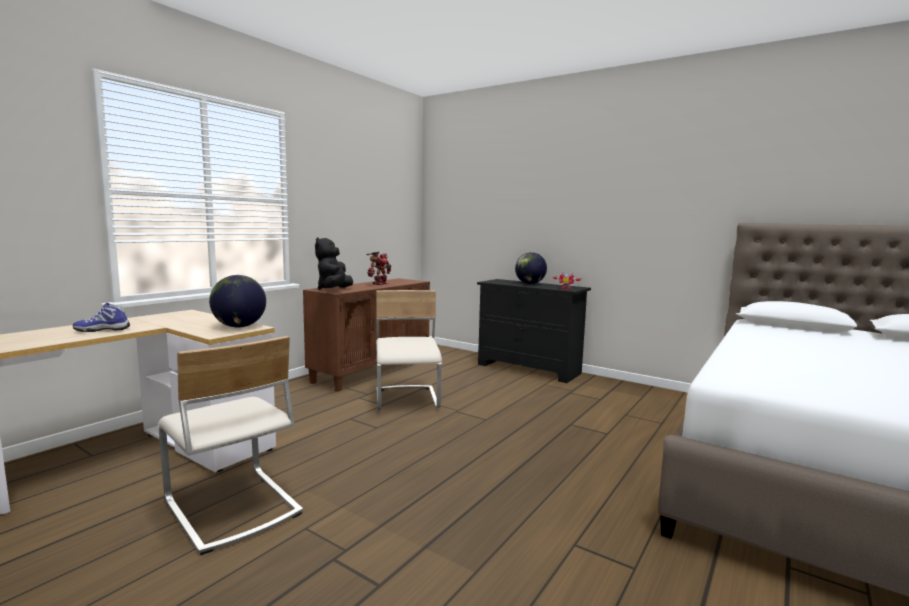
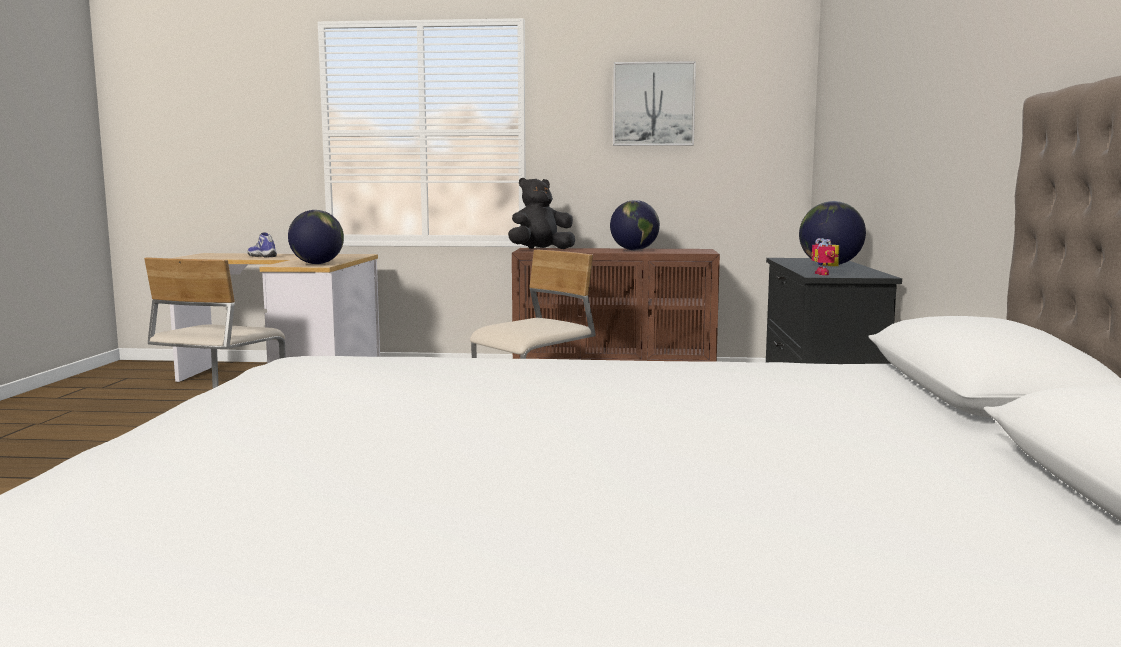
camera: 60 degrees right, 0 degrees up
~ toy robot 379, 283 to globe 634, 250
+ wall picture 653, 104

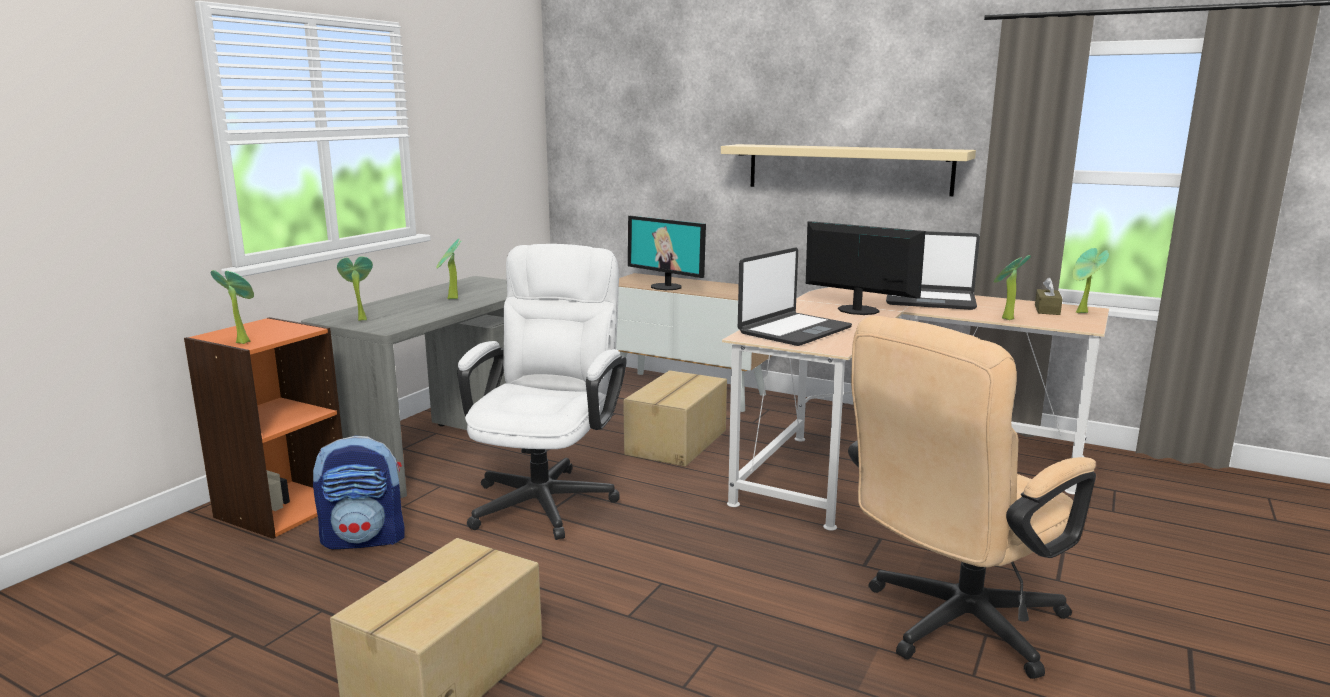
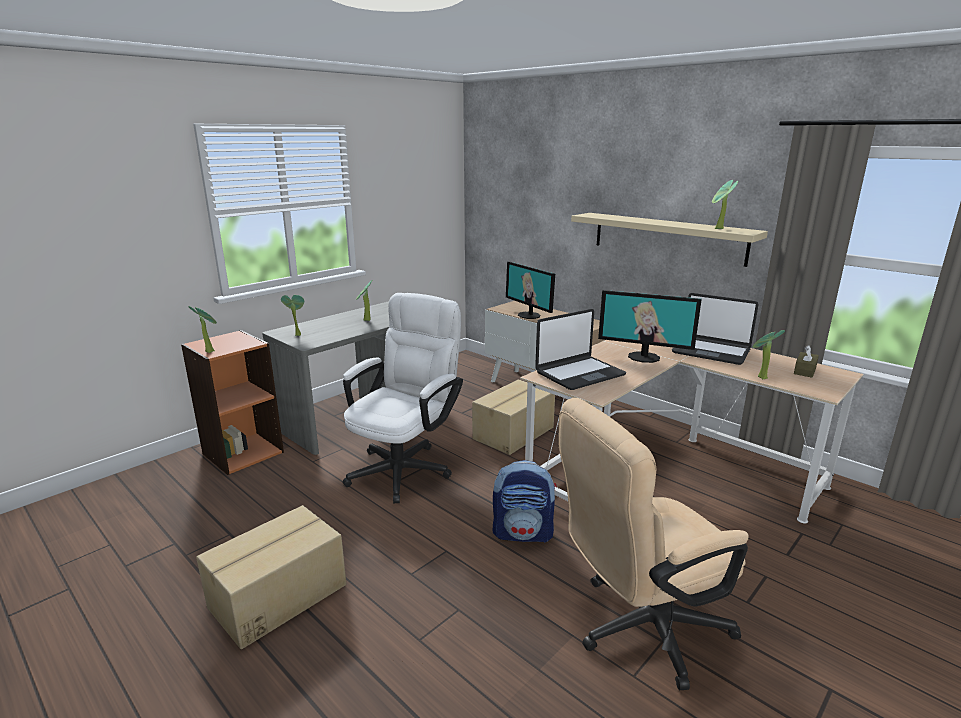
camera: 15 degrees right, 5 degrees up
~ computer screen 857, 310 = 644, 357 150 degrees clockwise
~ potted plant 1081, 313 to 718, 229
~ rucksack 365, 539 to 523, 533

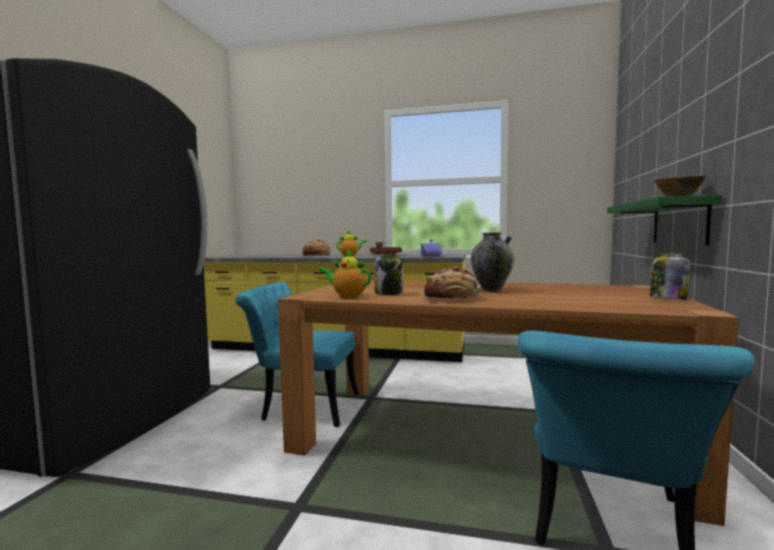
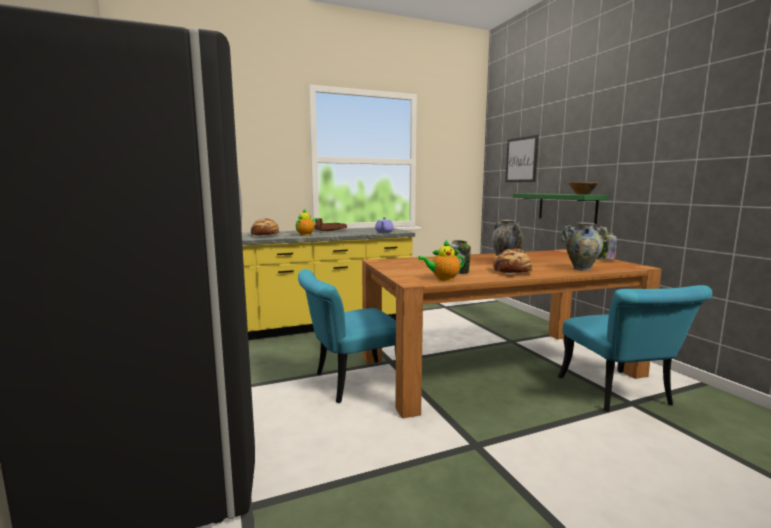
camera: 35 degrees left, 5 degrees up
+ wall picture 521, 160
+ flower vase 582, 269

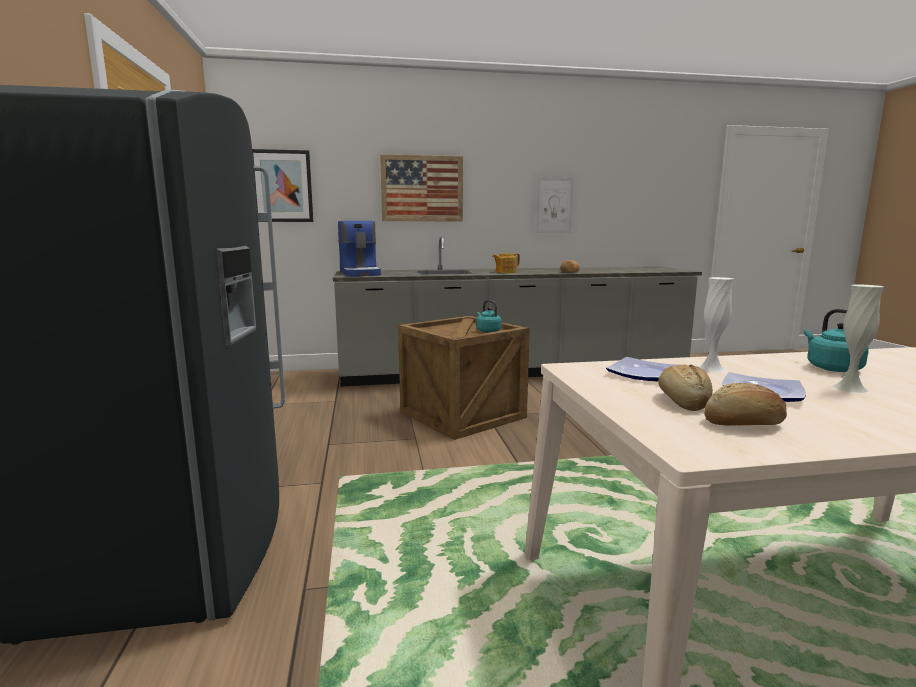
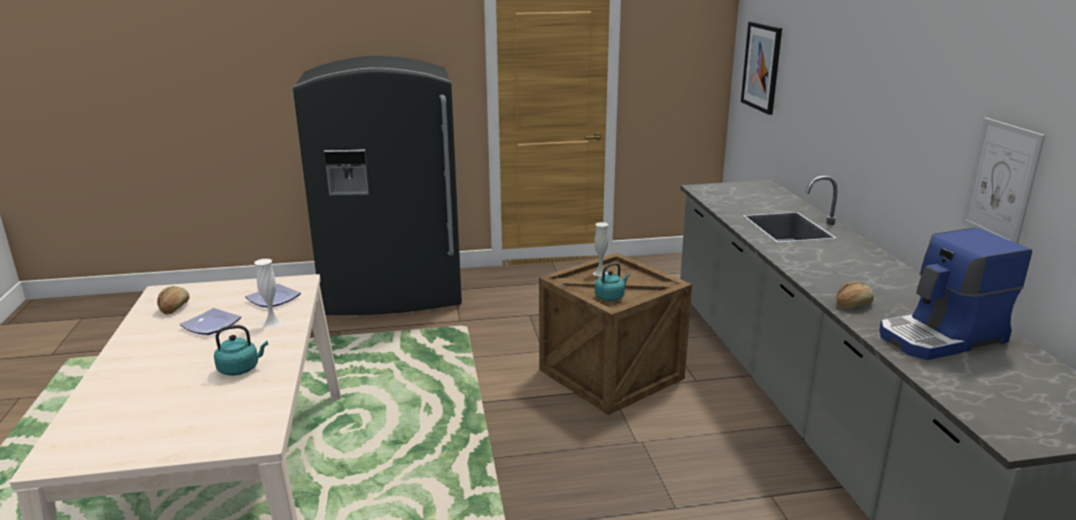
camera: 90 degrees right, 10 degrees up
- wall picture 422, 188
~ coffee maker 360, 273 to 942, 338
- teapot 505, 272
~ white flower vase 850, 388 to 600, 273
- bakery bread 683, 401

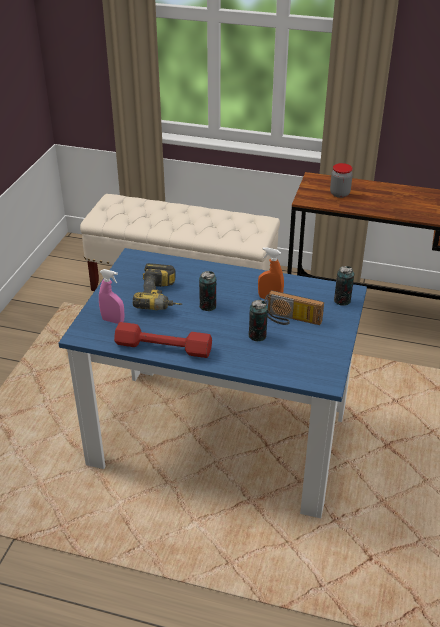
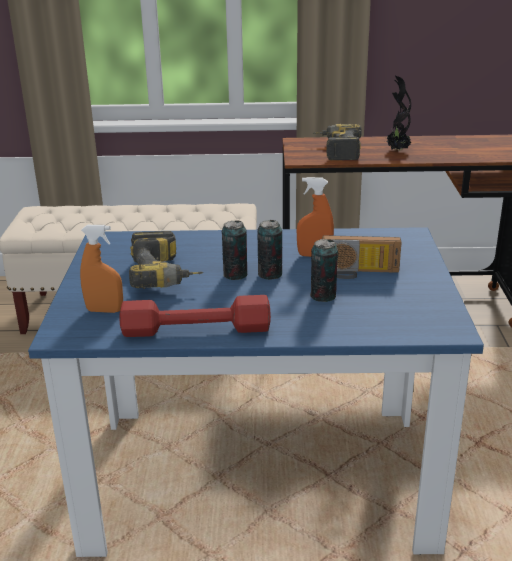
camera: 15 degrees left, 10 degrees down
~ storage jar 339, 194 to drill 336, 150
~ metal can 342, 301 to 270, 274
~ pink-coloured hand sprayer 113, 320 to orange hand sprayer 104, 310
+ potted plant 396, 151

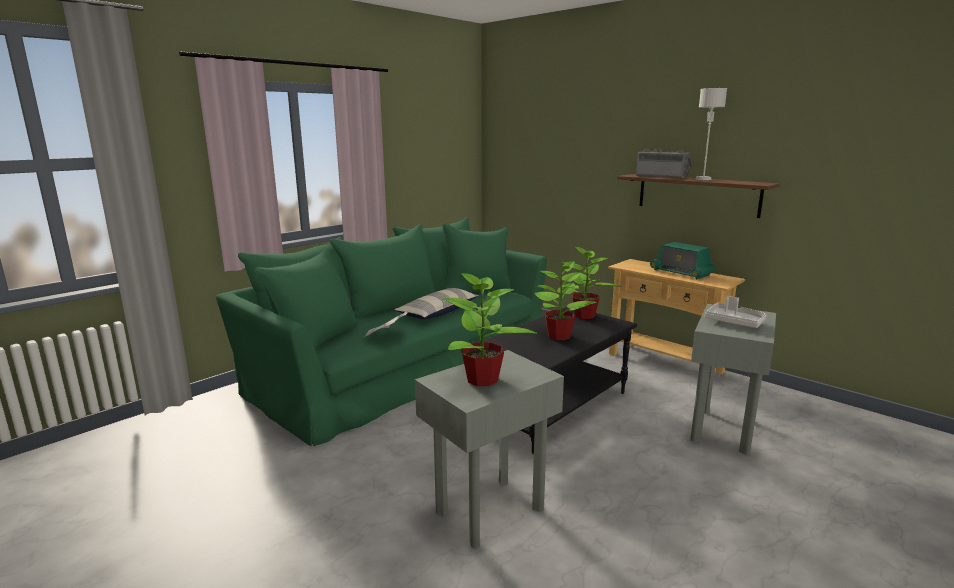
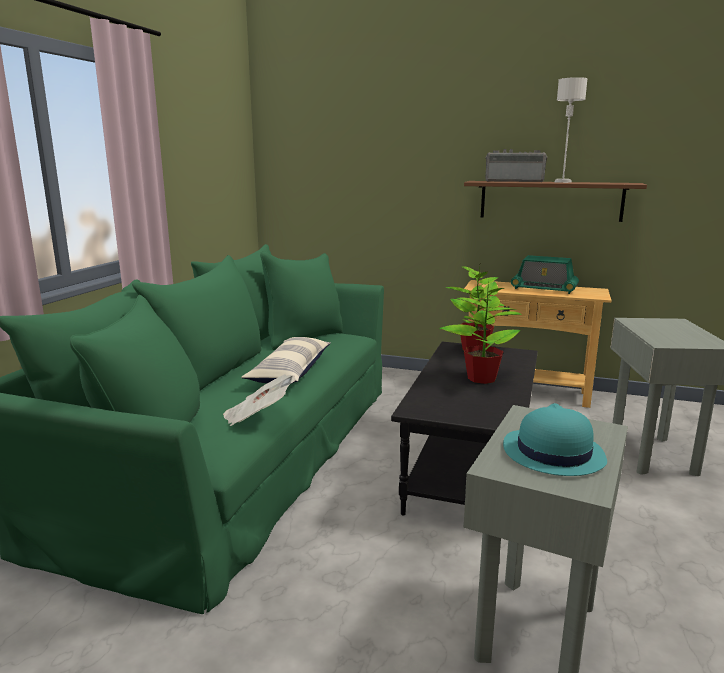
camera: 25 degrees left, 0 degrees up
~ potted plant 482, 380 to turquoise wearable hat 552, 453
- gray serving tray 734, 322

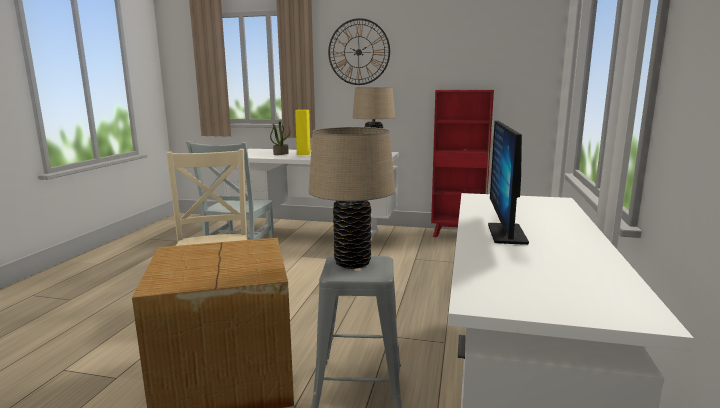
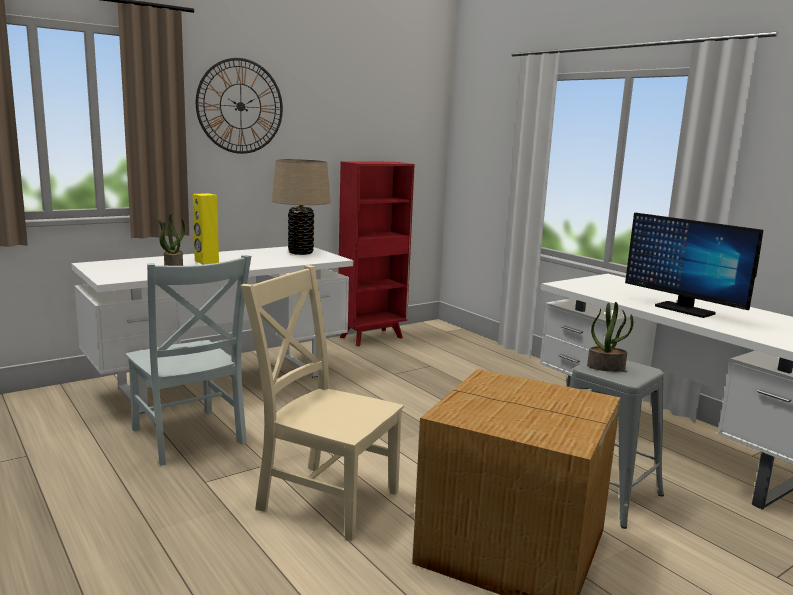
camera: 50 degrees left, 0 degrees up
~ sand-coloured lamp for a table 352, 262 to potted plant 606, 367

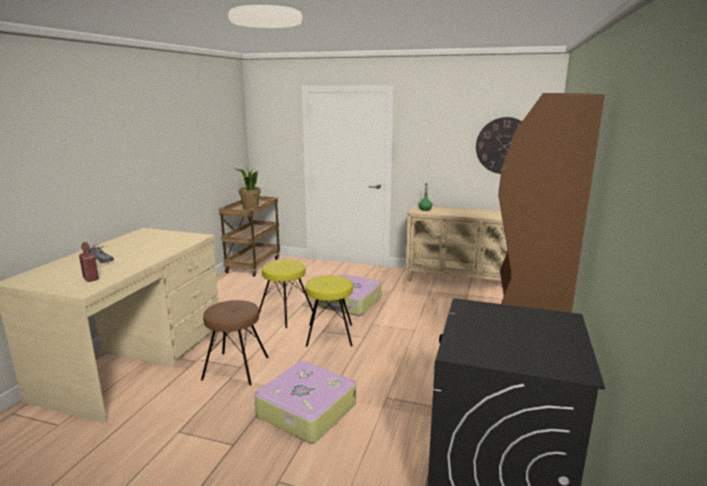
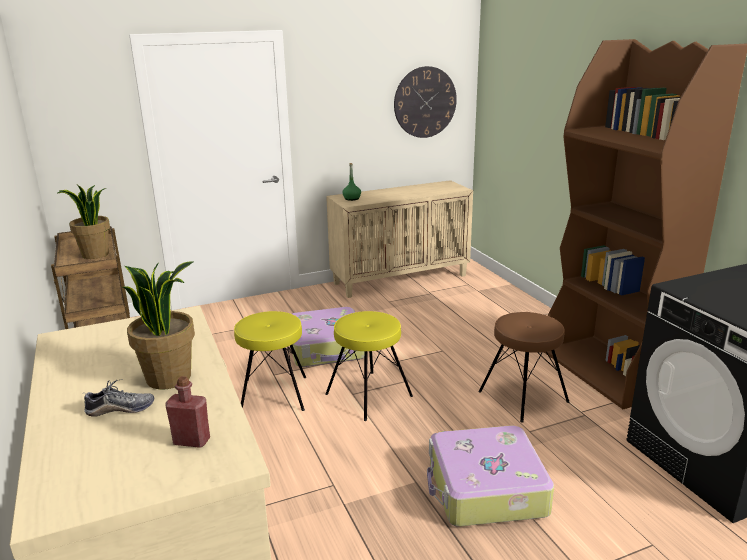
camera: 40 degrees left, 5 degrees up
~ brown-coloured stool 236, 368 to 524, 396
+ potted plant 169, 377

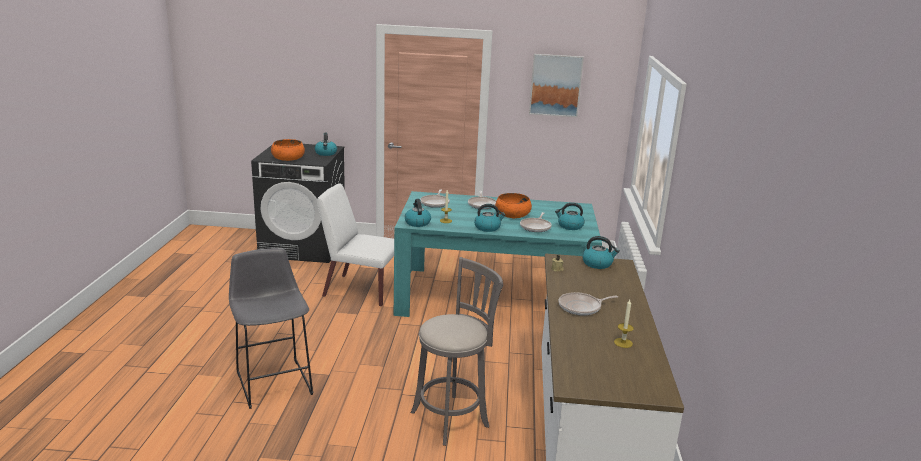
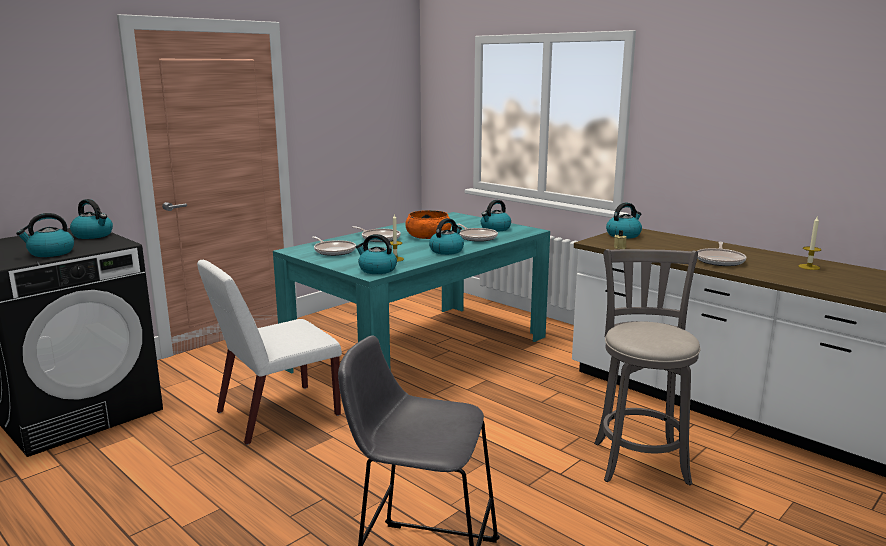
camera: 50 degrees left, 5 degrees down
- wall picture 555, 85
~ orange bowl 288, 158 to tea kettle 50, 253

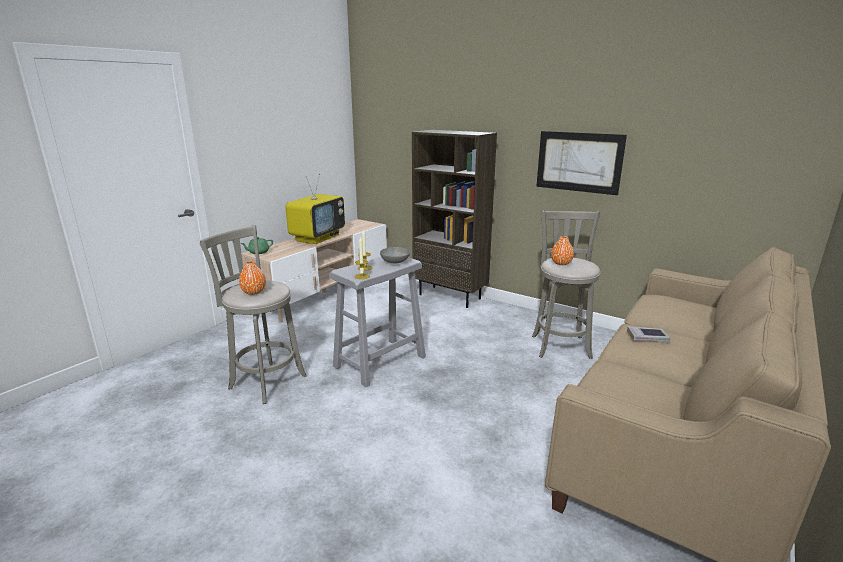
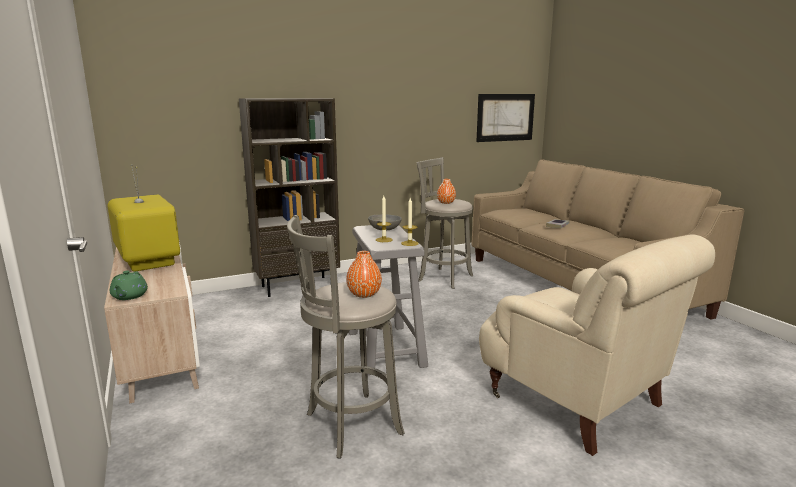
camera: 60 degrees left, 5 degrees down
~ wall picture 578, 162 to 505, 117
+ sand-coloured lounge chair 578, 402

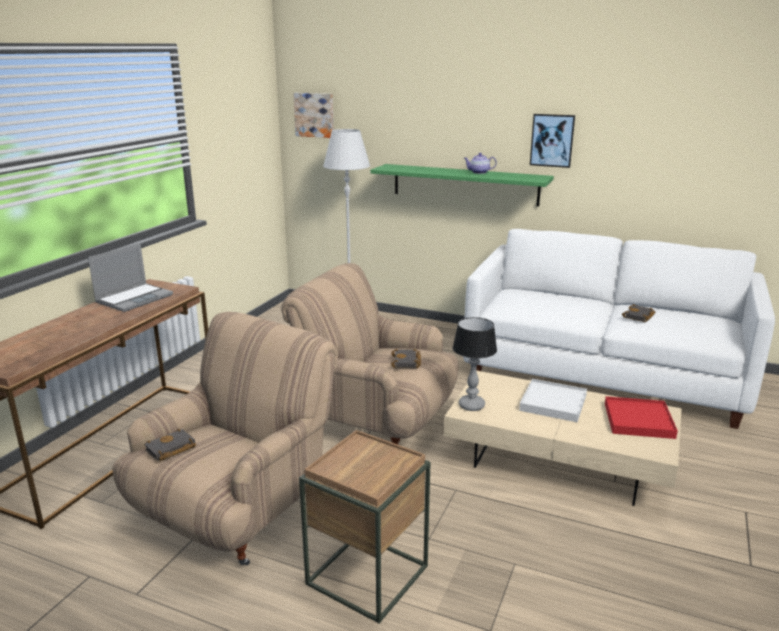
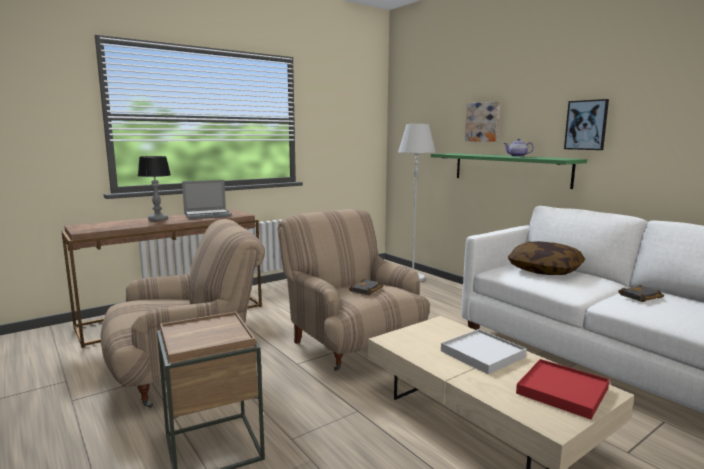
camera: 30 degrees right, 10 degrees down
~ wall picture 315, 115 to 483, 122
~ lamp for a table 471, 405 to 158, 219
- black book 170, 449
+ cushion 545, 270

